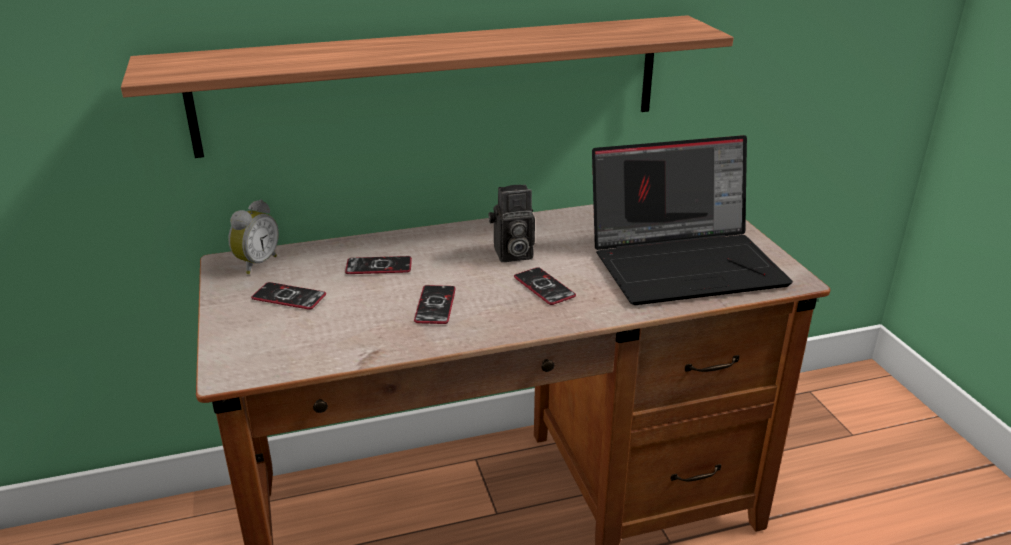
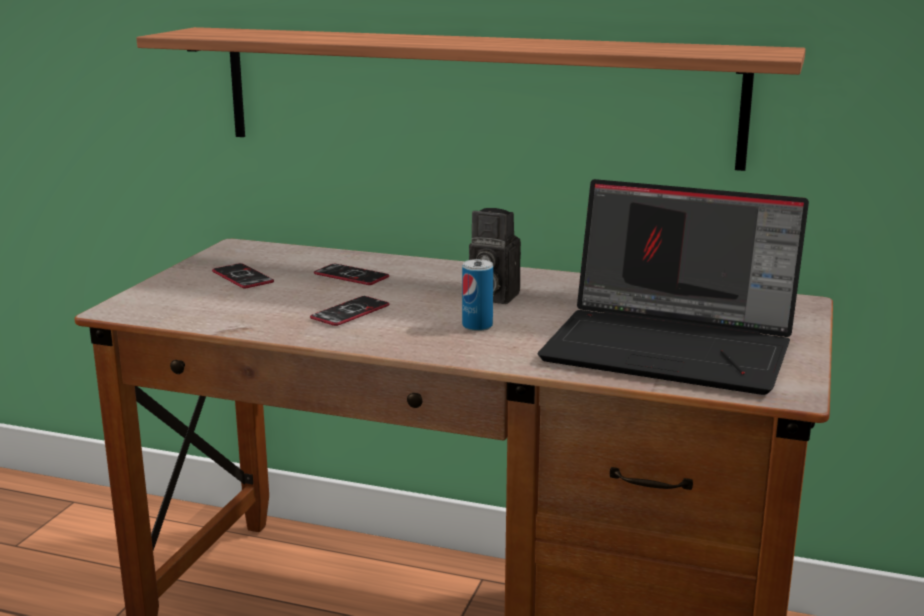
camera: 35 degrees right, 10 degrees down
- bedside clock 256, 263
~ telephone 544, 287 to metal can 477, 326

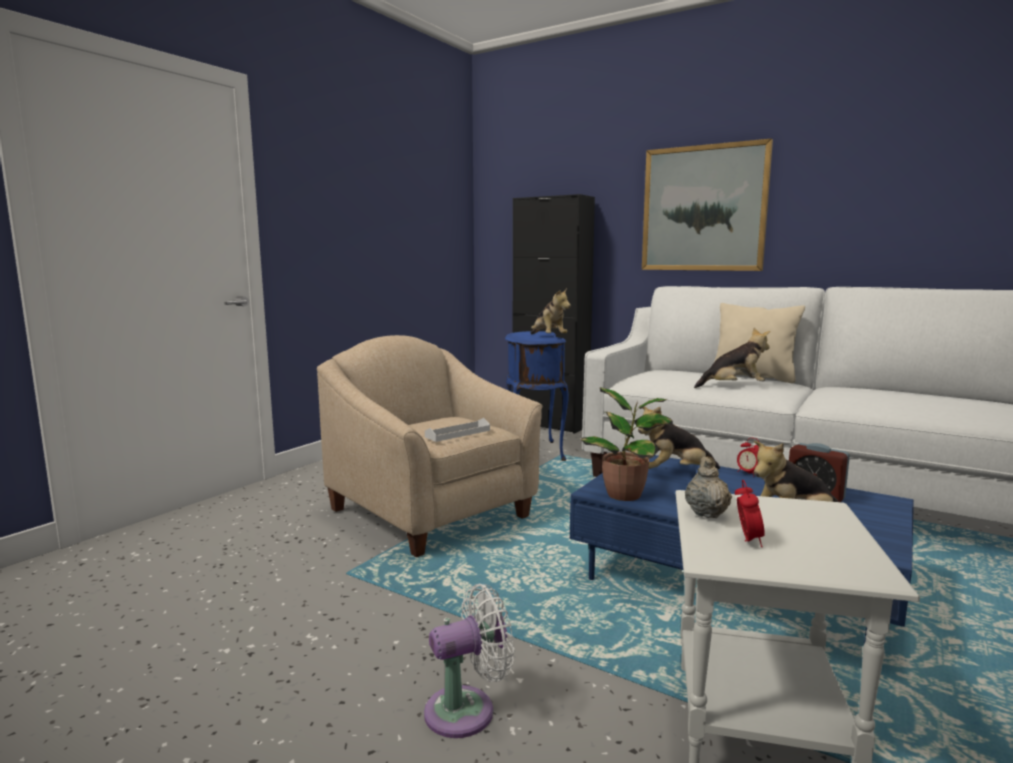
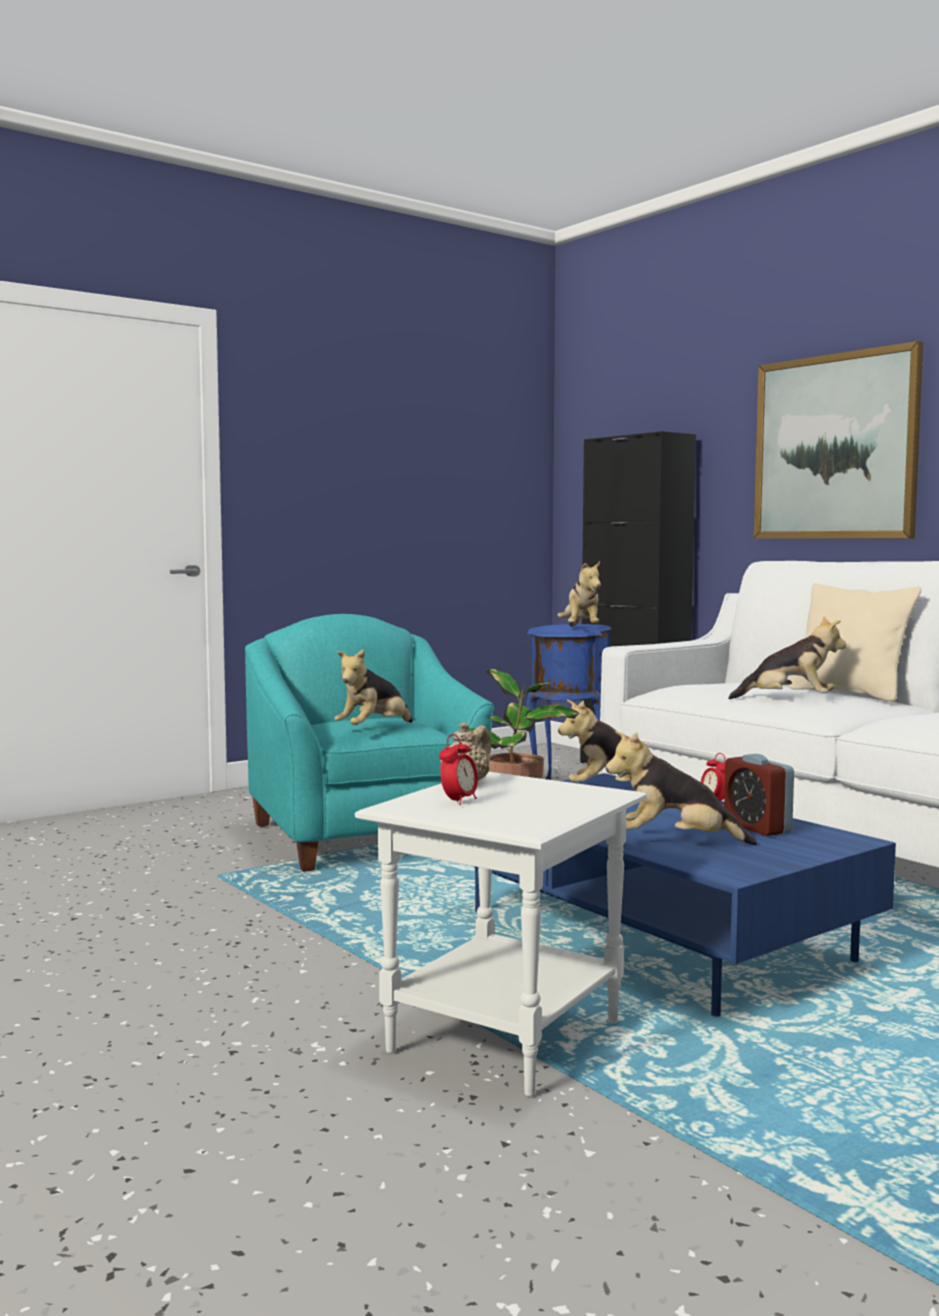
camera: 20 degrees right, 5 degrees down
~ sand-coloured lounge chair 432, 513 to turquoise lounge chair 365, 839
~ white serving tray 458, 433 to soft toy 374, 730
- white cooling fan 467, 710

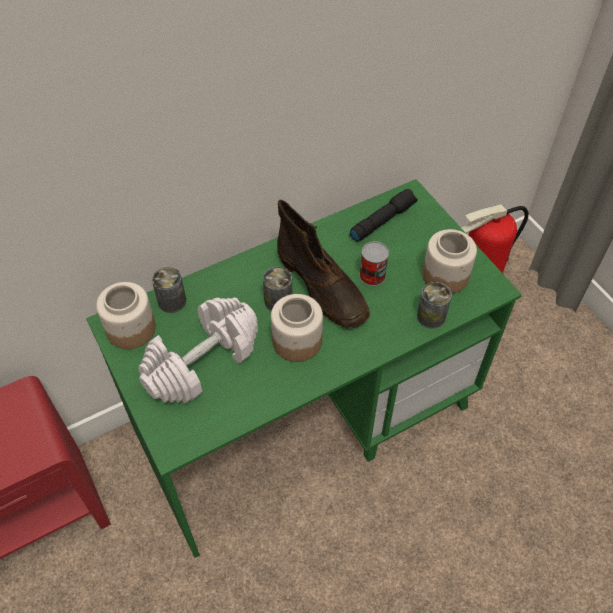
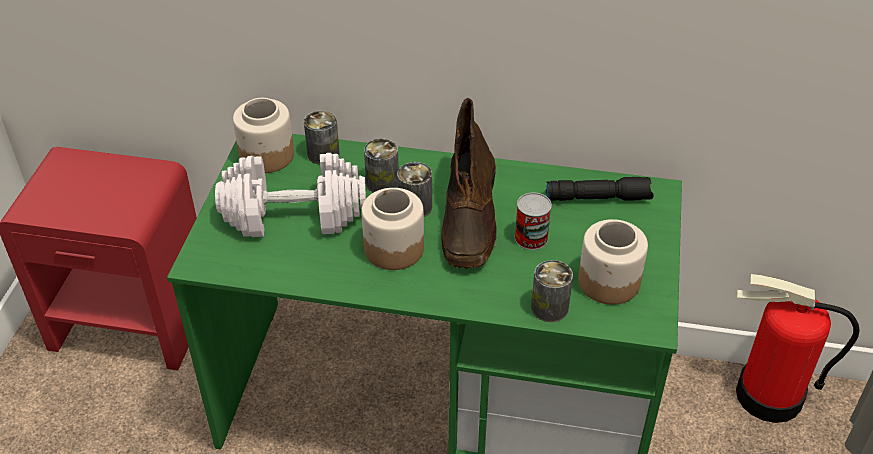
camera: 40 degrees right, 10 degrees down
+ metal can 382, 183

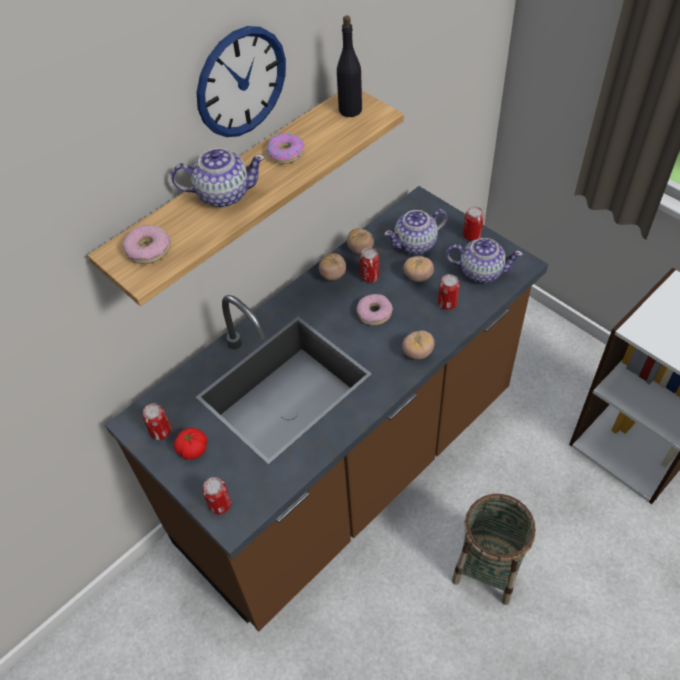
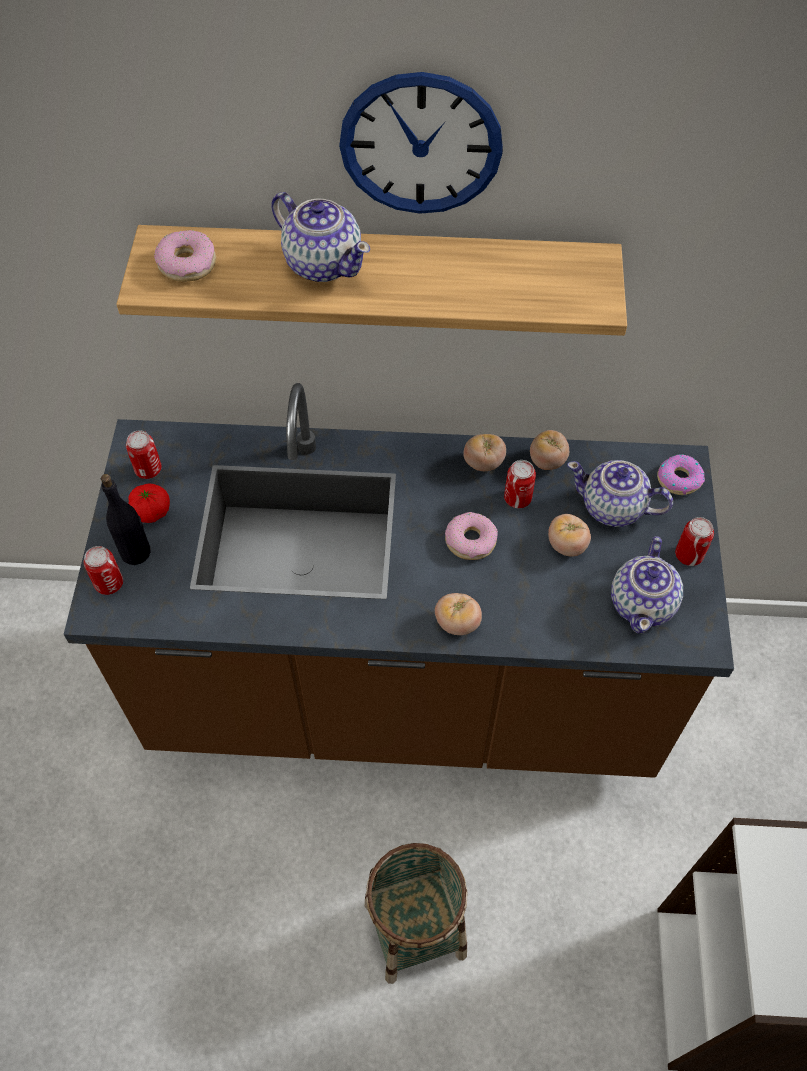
camera: 45 degrees right, 5 degrees up
~ black beverage bottle 350, 110 to 136, 552
~ donut 285, 153 to 679, 479
~ teapot 481, 271 = 642, 603 45 degrees clockwise
- metal can 447, 303

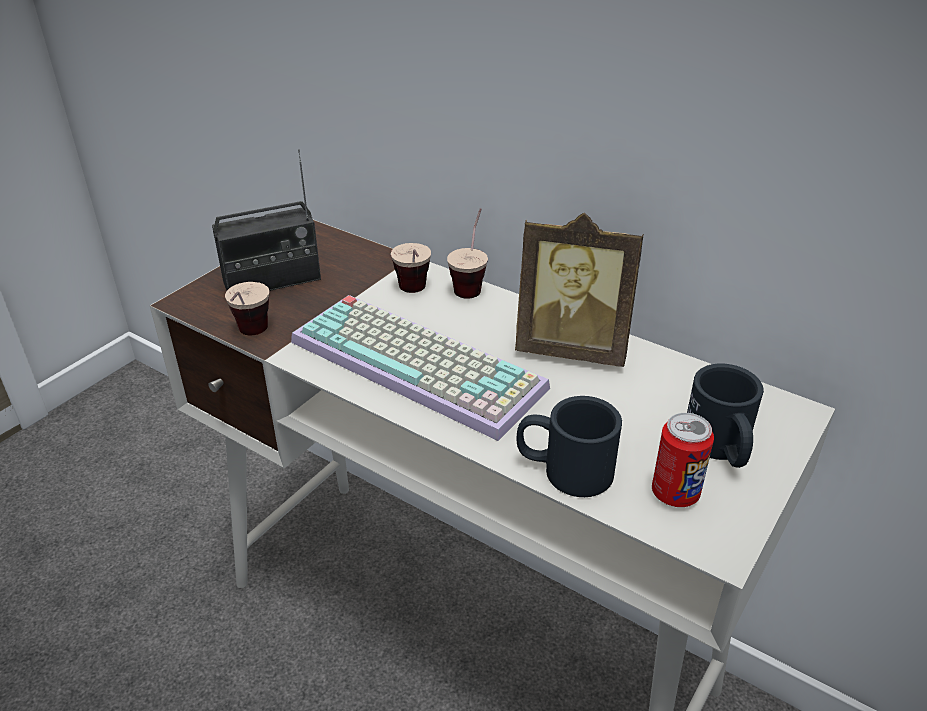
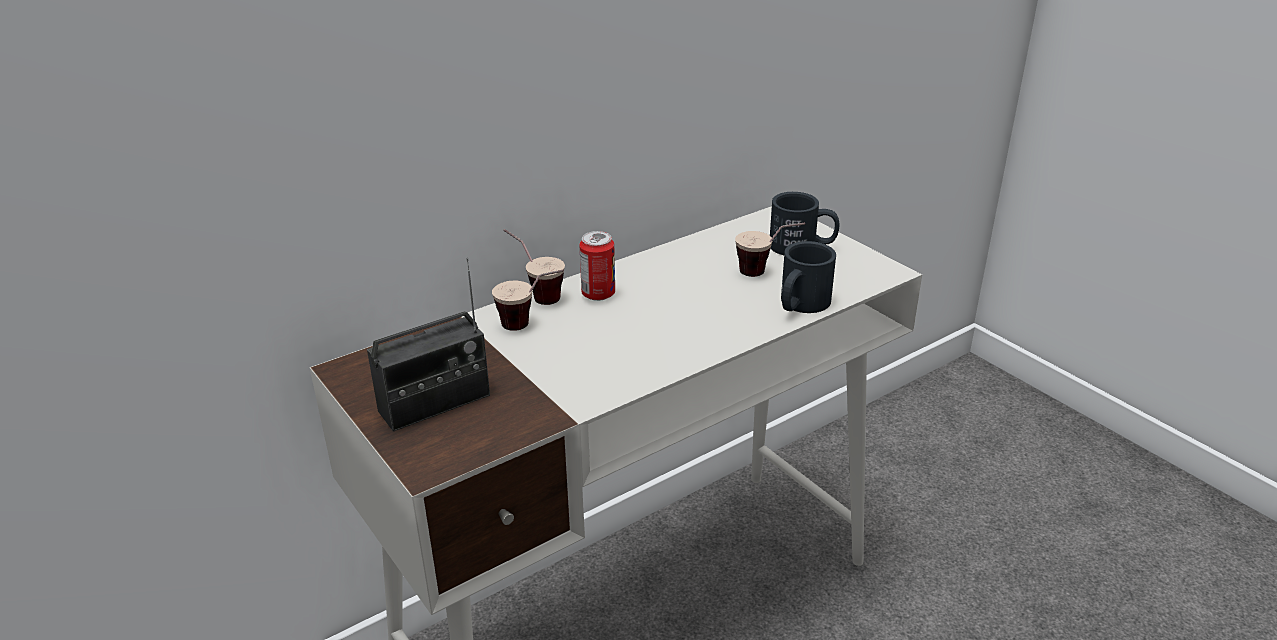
camera: 70 degrees left, 5 degrees down
~ radio receiver 272, 281 = 435, 403 60 degrees clockwise
- photo frame 572, 349
~ small cup 250, 338 to 766, 273
- PC keyboard 421, 363
~ metal can 675, 493 to 598, 294

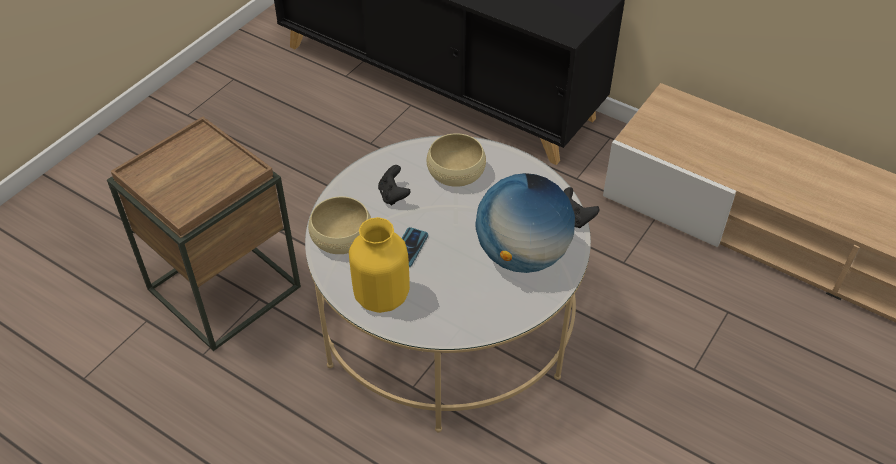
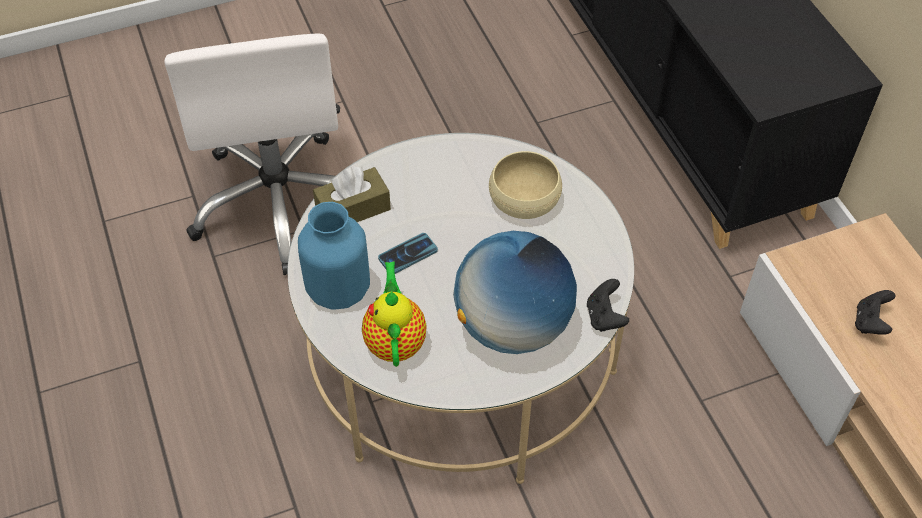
camera: 35 degrees right, 5 degrees up
~ brown-coloured accent table 224, 288 to white computer chair 280, 202
~ black game controller 393, 195 to 870, 322
~ sand-coloured bowl 341, 238 to brown-coloured box of tissues 353, 209
~ yellow-coloured flower vase 380, 296 to bluish flower vase 338, 289
+ teapot 395, 340

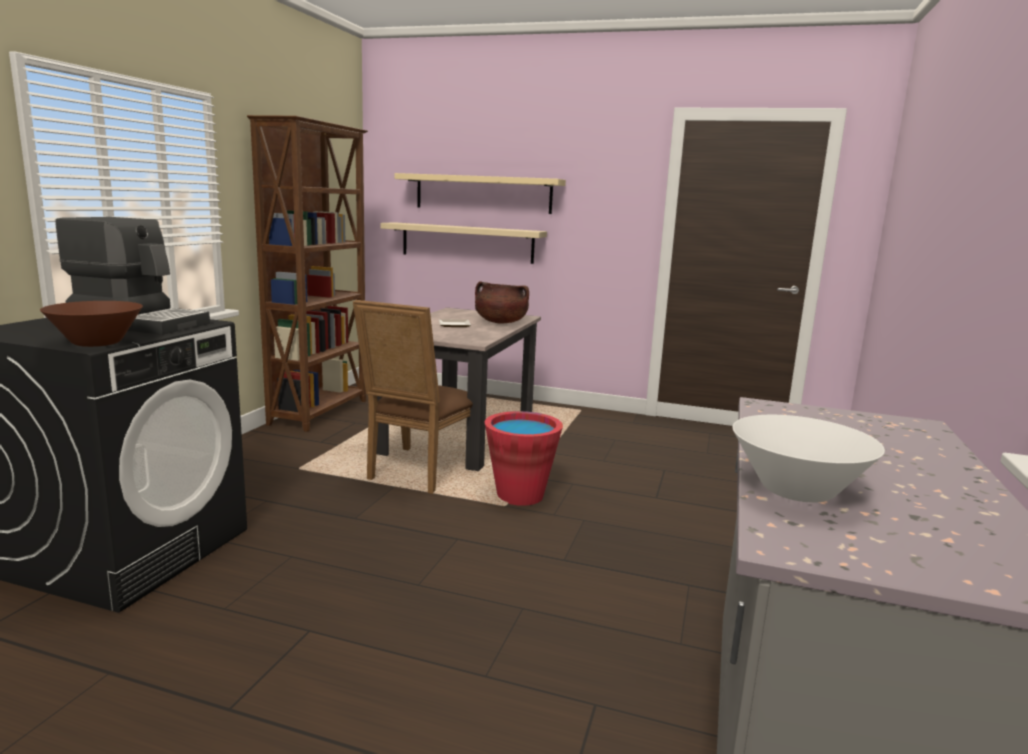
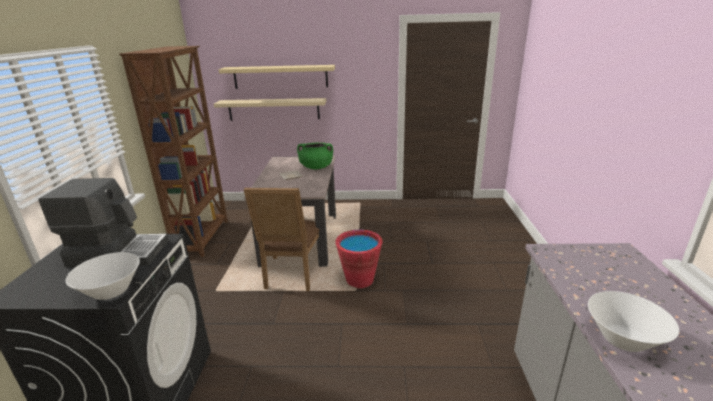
camera: 15 degrees left, 10 degrees up
~ brown-coloured saucepot 500, 322 to green saucepot 316, 167
~ brown-coloured bowl 97, 343 to white bowl 111, 291

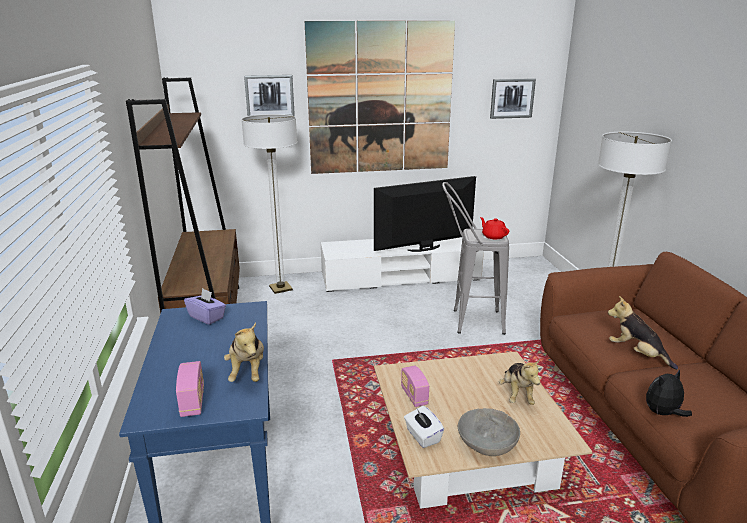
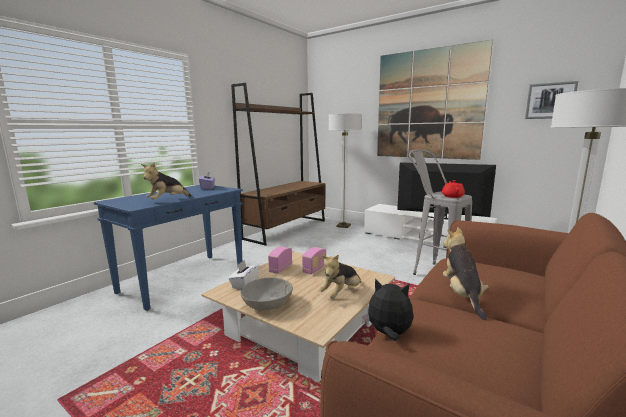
camera: 45 degrees right, 10 degrees down
- wall picture 269, 96
~ radio receiver 193, 402 to 314, 269

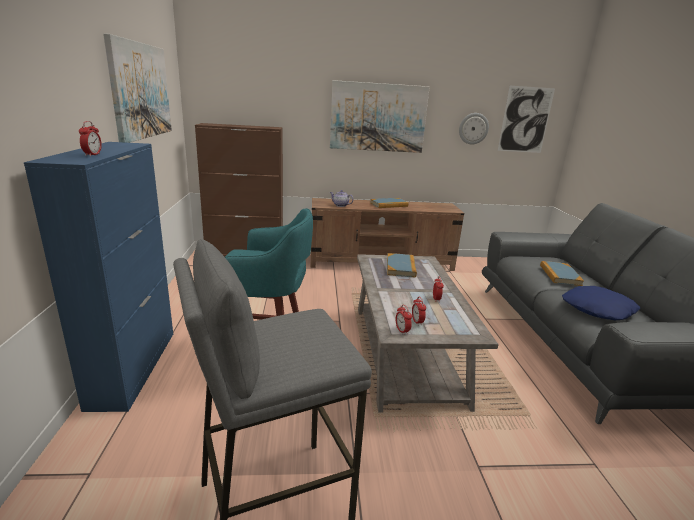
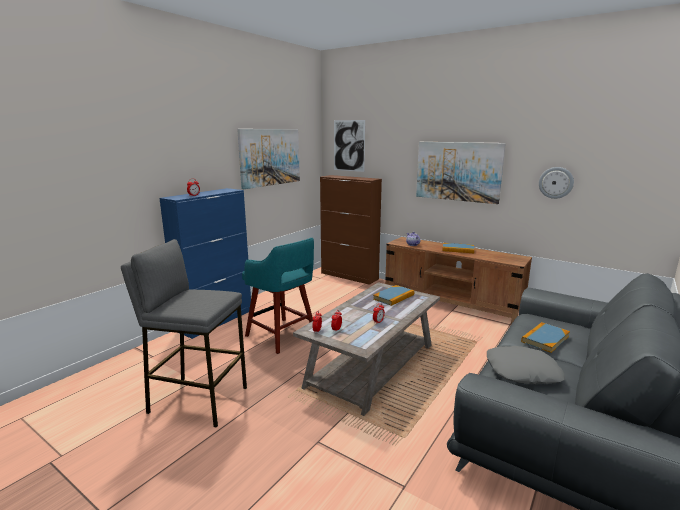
camera: 40 degrees right, 5 degrees down
~ wall picture 525, 120 to 349, 145
~ bluish cushion 597, 309 to gray cushion 522, 371

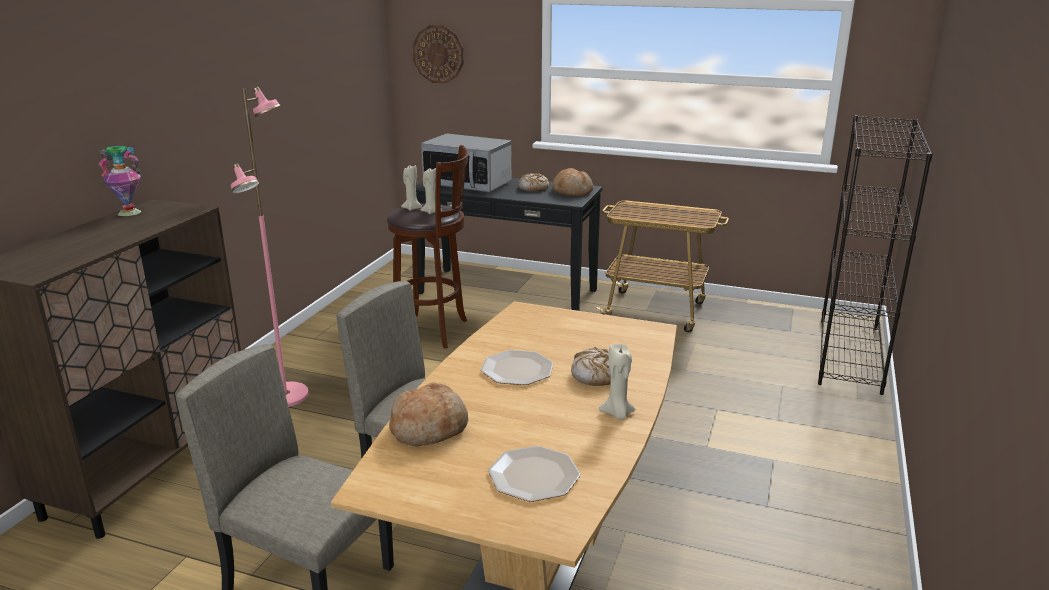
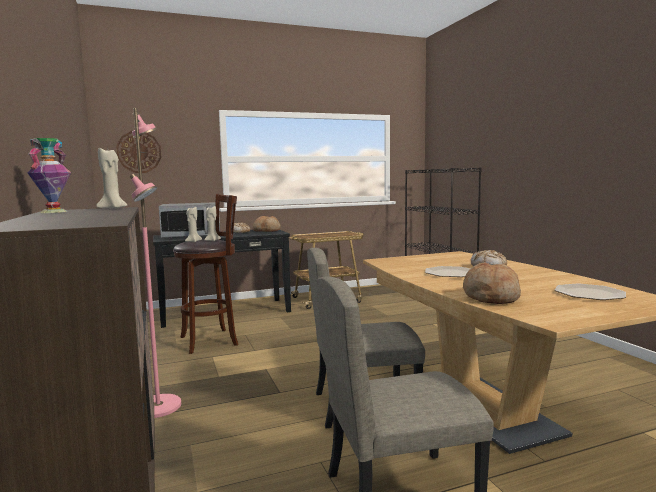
camera: 40 degrees left, 15 degrees down
~ sand-coloured candle 617, 414 to 113, 208

